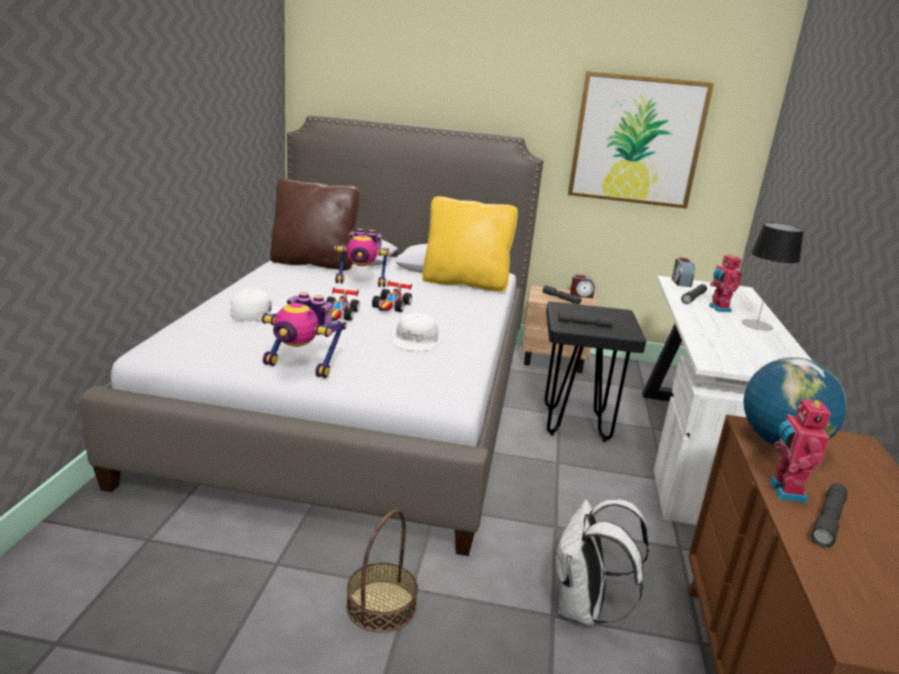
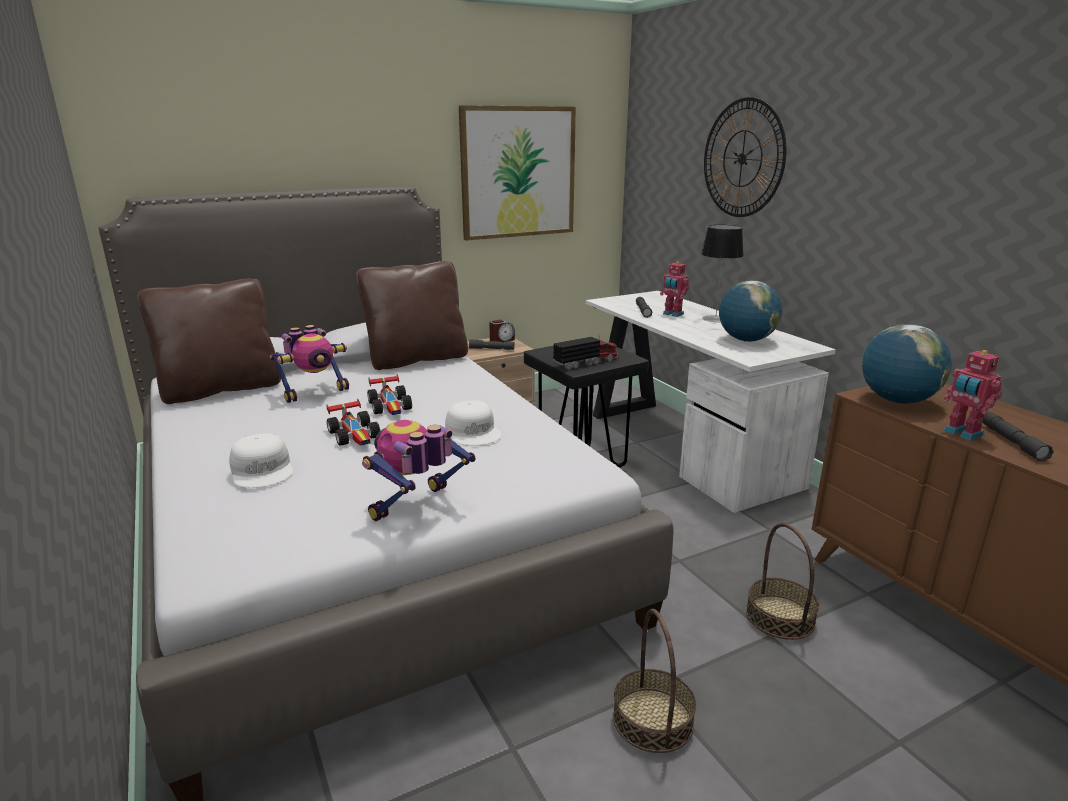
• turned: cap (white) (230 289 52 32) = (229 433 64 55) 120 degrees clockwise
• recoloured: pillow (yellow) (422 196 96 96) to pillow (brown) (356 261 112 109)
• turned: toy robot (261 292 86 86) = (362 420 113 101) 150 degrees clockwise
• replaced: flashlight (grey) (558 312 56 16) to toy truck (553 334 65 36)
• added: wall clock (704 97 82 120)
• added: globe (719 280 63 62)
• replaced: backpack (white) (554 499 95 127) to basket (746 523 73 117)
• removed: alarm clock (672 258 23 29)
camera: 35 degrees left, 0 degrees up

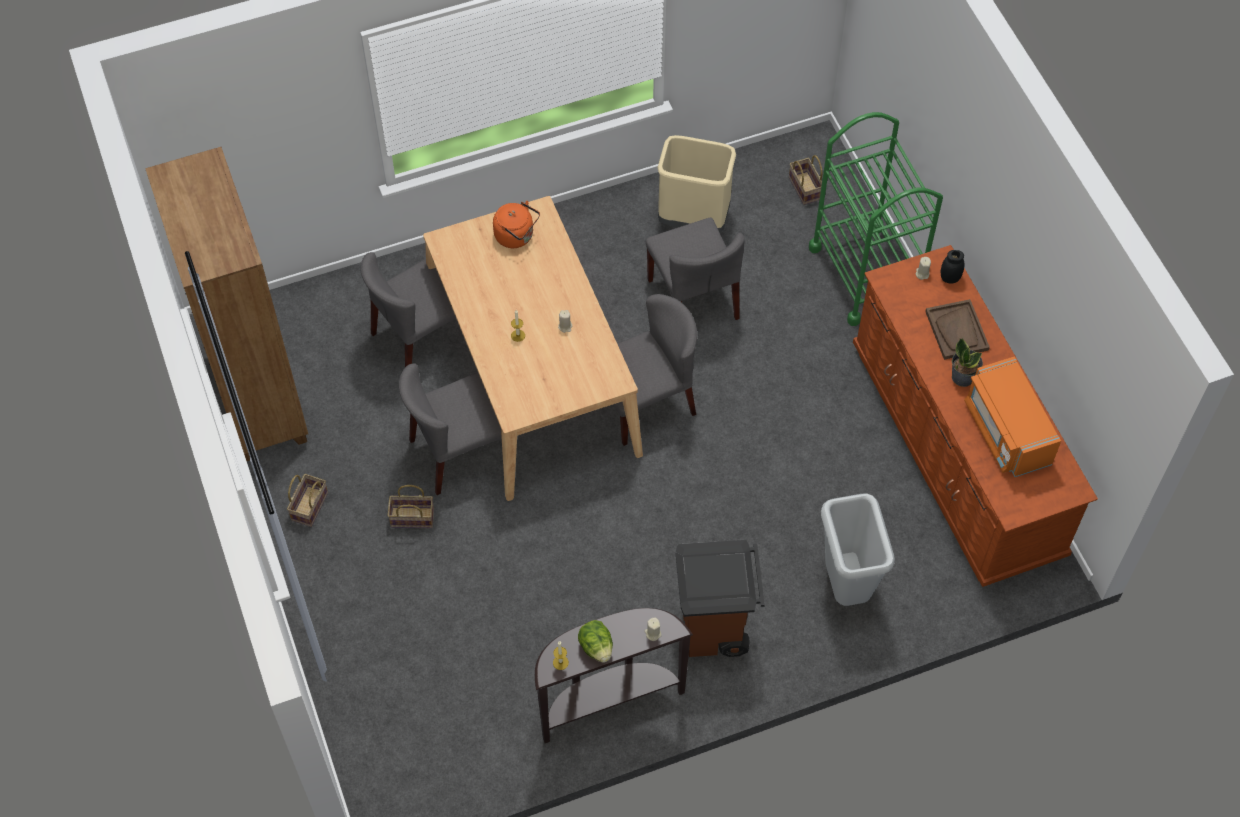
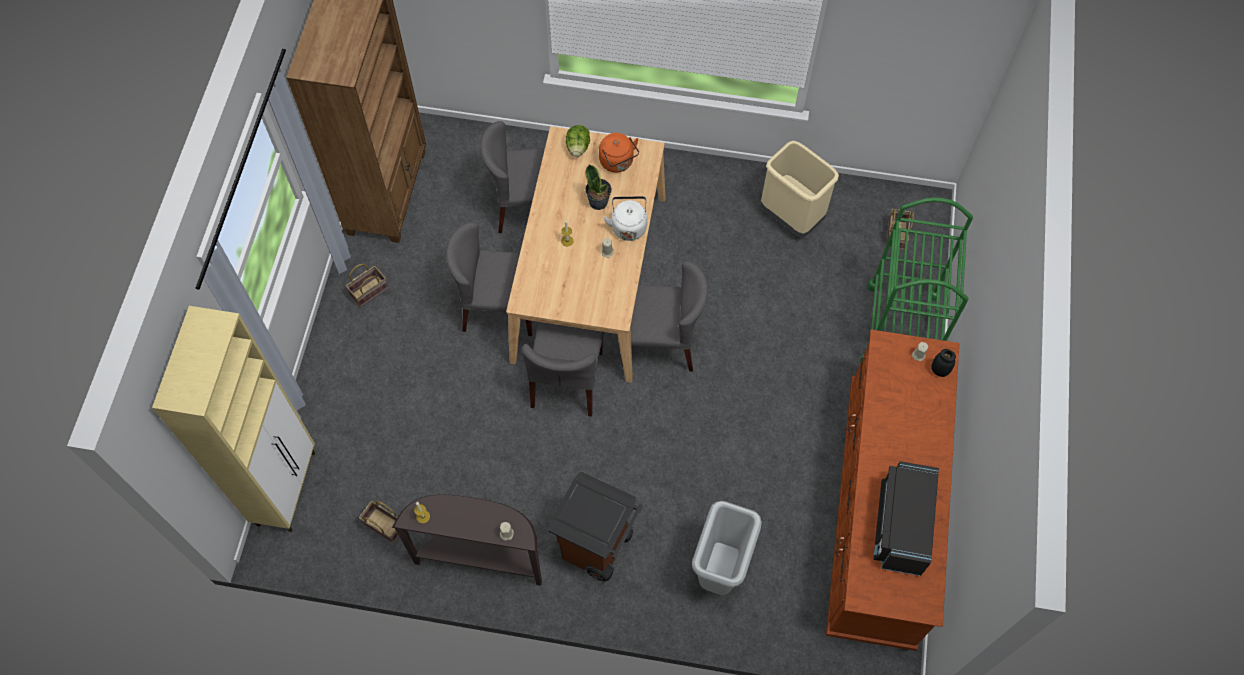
• added: cabinet (beige) (152 306 163 226)
• moved: basket (387 485 47 43) to (359 501 40 42)
• moved: chair (grey) (646 218 99 102) to (522 322 83 94)
• moved: lettuce (578 620 35 43) to (566 125 24 32)
• moved: potted plant (952 339 31 48) to (585 164 27 46)
• added: kettle (white) (604 196 43 45)
• recoloured: microwave (orange) (964 357 97 120) to microwave (black) (873 461 66 115)
• removed: tray (brown) (925 299 65 61)
camera: 30 degrees right, 5 degrees up

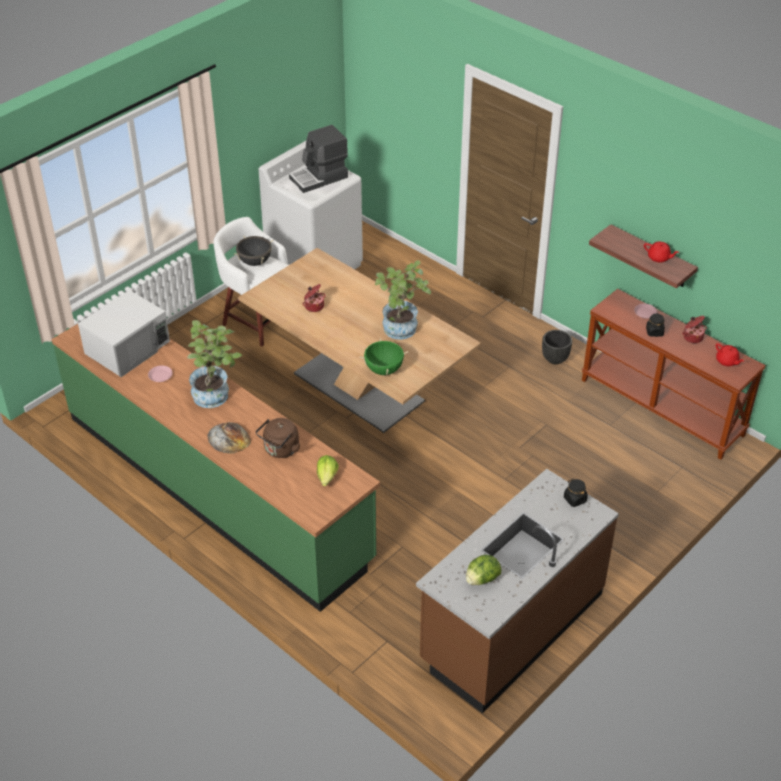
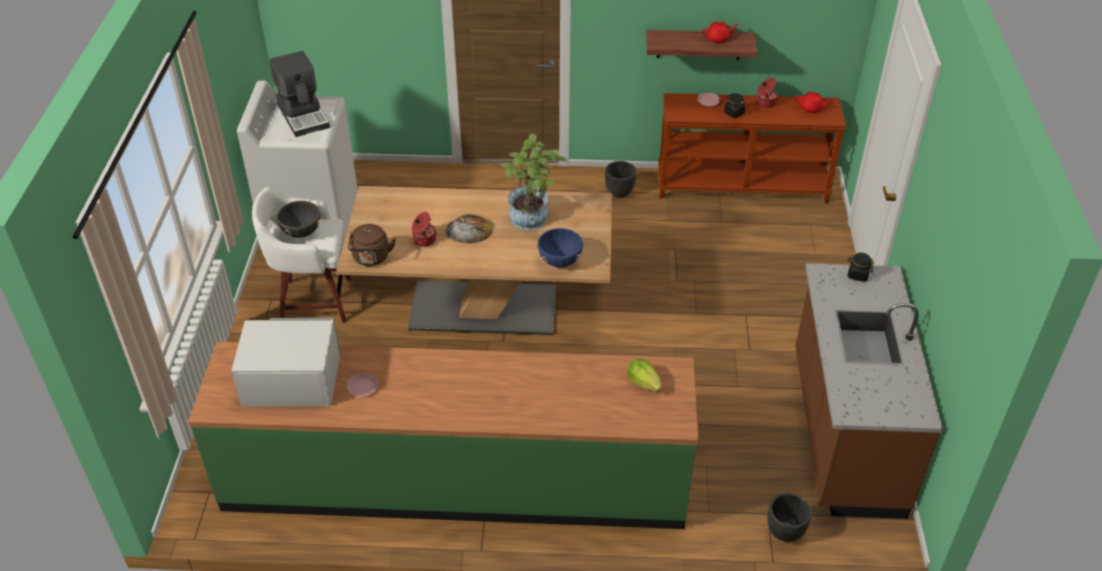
• turned: microwave (white) (78 290 92 87) = (231 318 110 89) 90 degrees counterclockwise
• turned: coffee machine (289 125 59 68) = (269 51 61 86) 45 degrees counterclockwise
• moved: kettle (brown) (256 418 44 40) to (348 224 48 42)
• moved: bread (207 422 44 32) to (445 214 48 30)
• recoloured: cooking pot (green) (360 338 48 37) to cooking pot (blue) (537 228 46 40)
• added: planter (black) (768 493 44 49)
• removed: potted plant (187 320 55 88)
• removed: lettuce (466 555 35 30)
camera: 40 degrees left, 0 degrees up

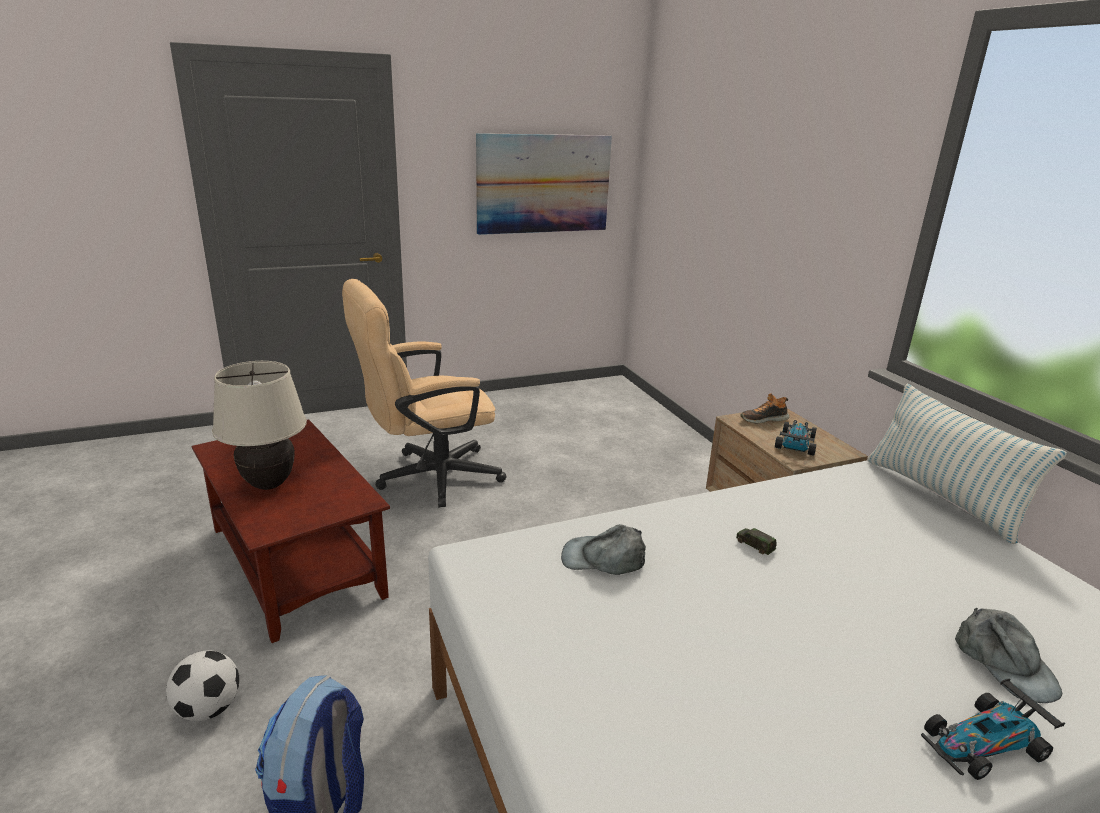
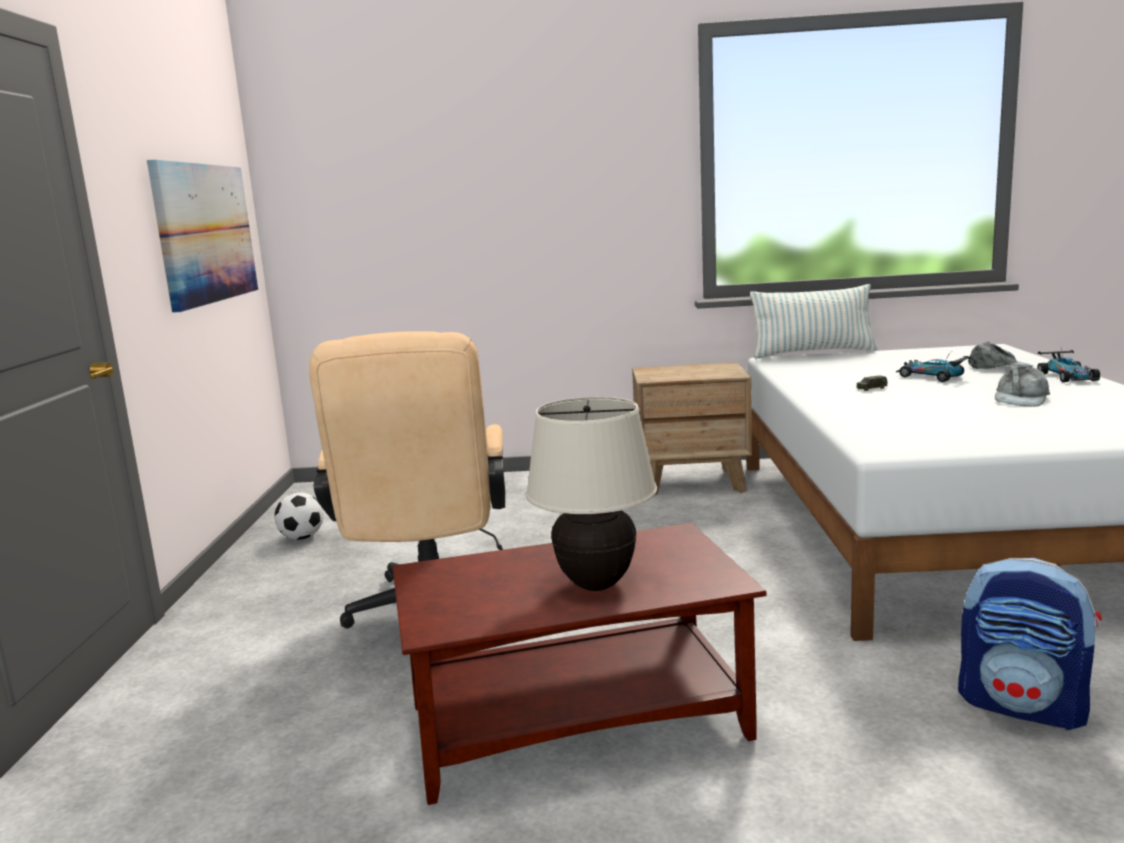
• moved: football (166 650 73 71) to (274 492 49 48)
• moved: toy car (775 420 42 36) to (896 352 74 30)
• moved: cap (grey) (561 524 85 51) to (995 365 55 42)
• removed: shoe (740 393 49 31)
camera: 65 degrees left, 10 degrees down

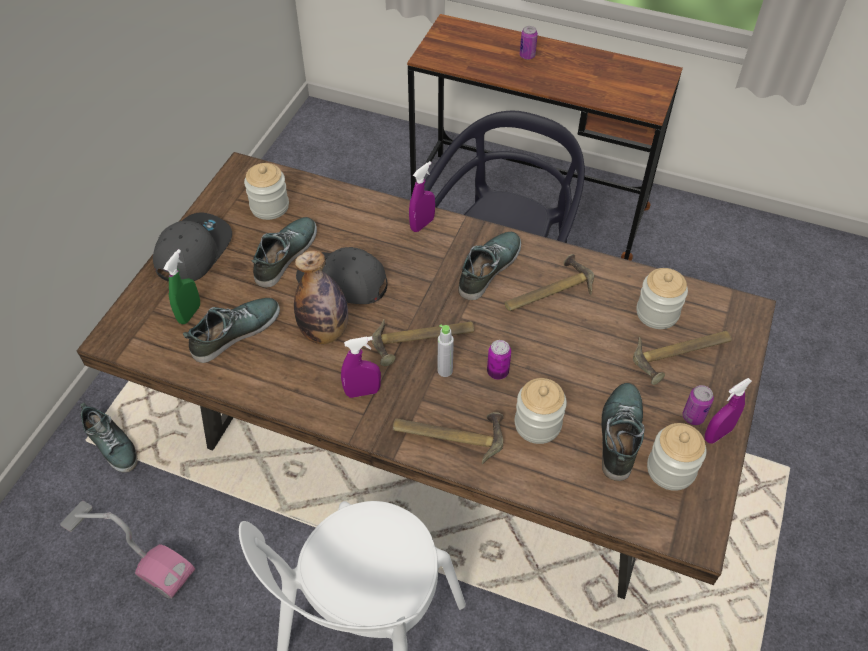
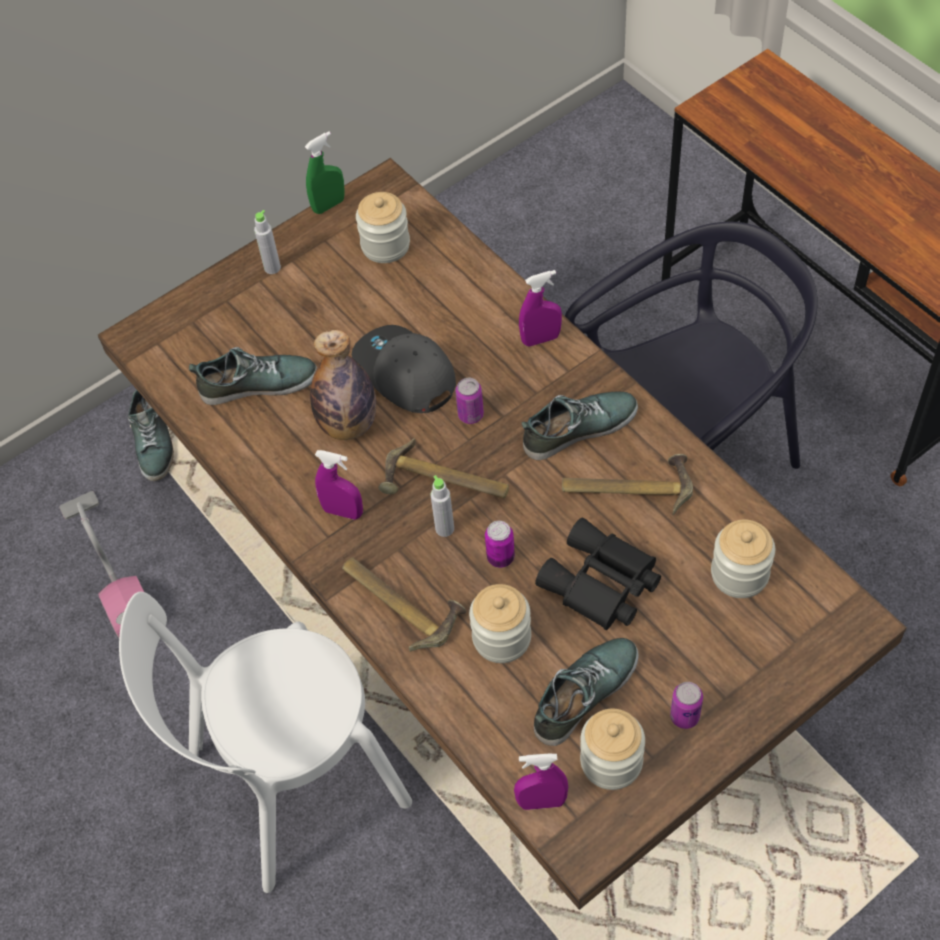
• replaced: cap (grey) (153 213 79 69) to bottle (grey) (254 210 27 64)
• moved: spray bottle (green) (164 249 36 75) to (305 131 40 83)
• moved: can (520 26 18 34) to (455 378 29 46)
• moved: spray bottle (purple) (705 378 47 66) to (514 754 54 56)
• added: binoculars (black) (535 518 126 112)
• removed: shoe (252 217 65 71)
• removed: hammer (633 331 99 54)
camera: 35 degrees right, 5 degrees up

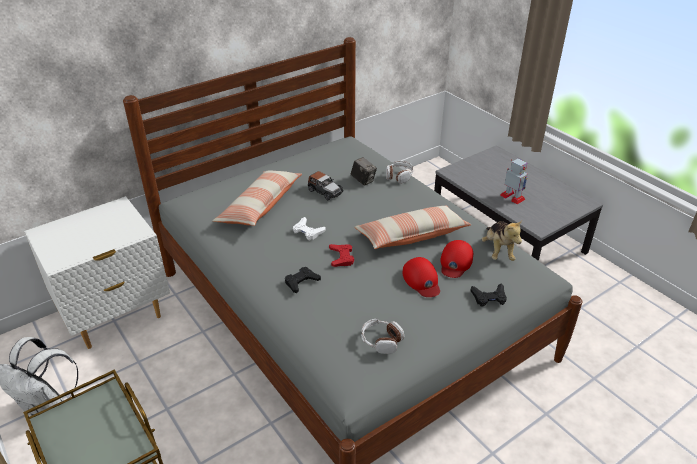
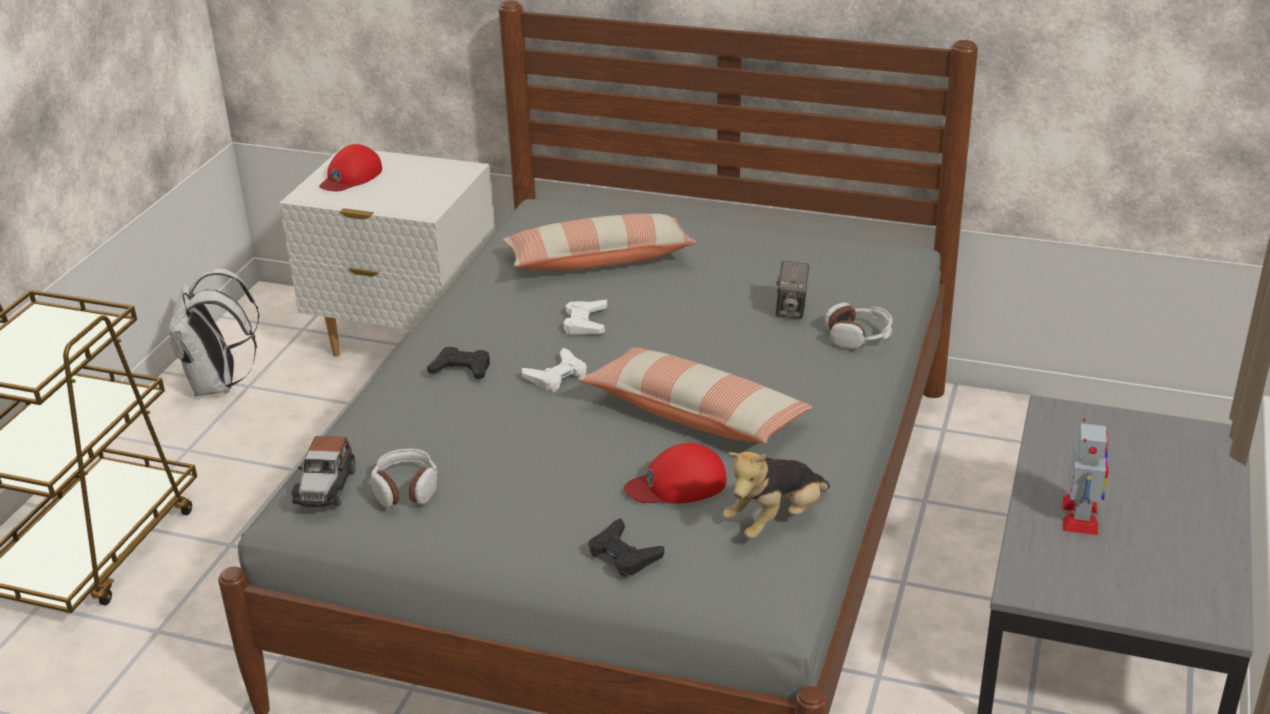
• moved: toy car (308 171 36 29) to (291 436 65 71)
• moved: cap (red) (403 257 37 40) to (319 144 63 47)
• recoloured: game controller (red) (329 244 25 23) to game controller (white) (522 348 65 44)
camera: 55 degrees right, 5 degrees down

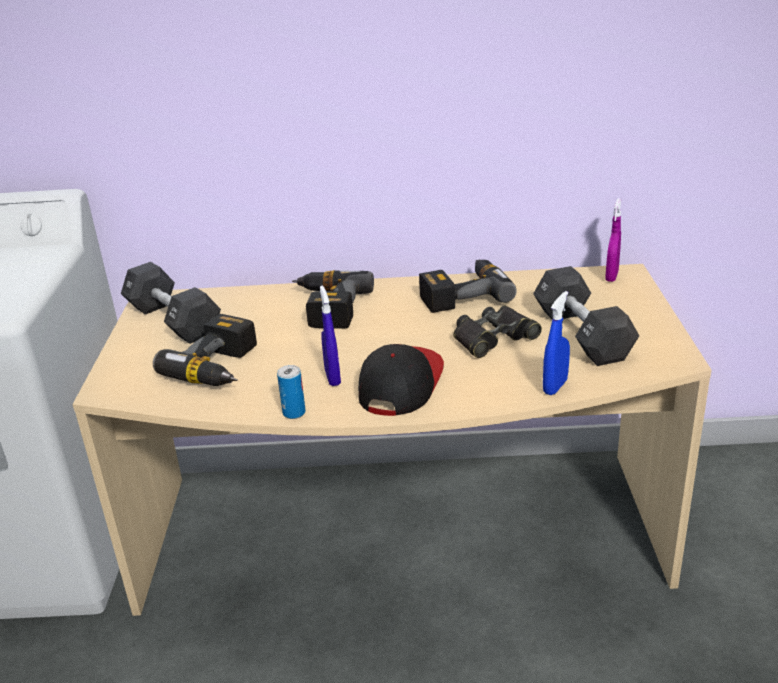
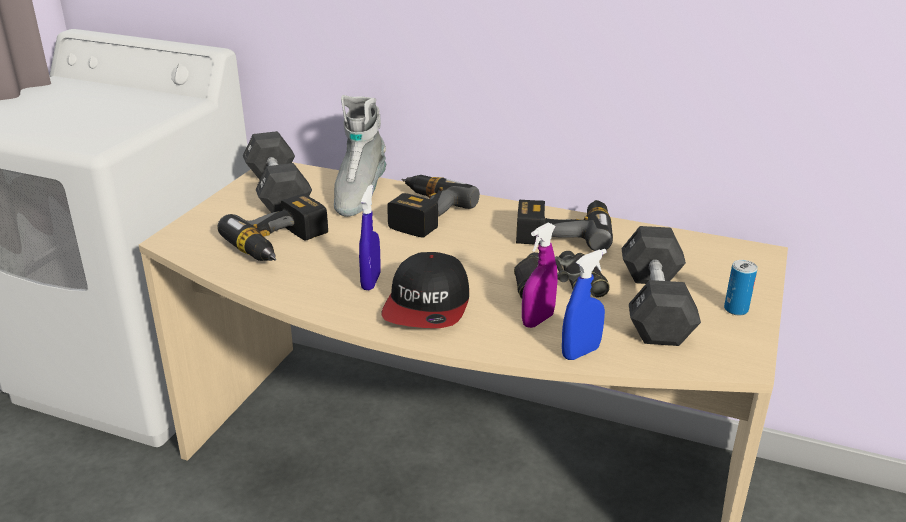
• added: boot (grey) (334 95 52 122)
• turned: cap (358 344 86 72) = (381 252 88 76) 150 degrees clockwise
• moved: spray bottle (purple) (605 199 16 83) to (522 223 36 105)
• moved: can (277 365 29 54) to (724 260 33 56)
camera: 20 degrees right, 0 degrees up

